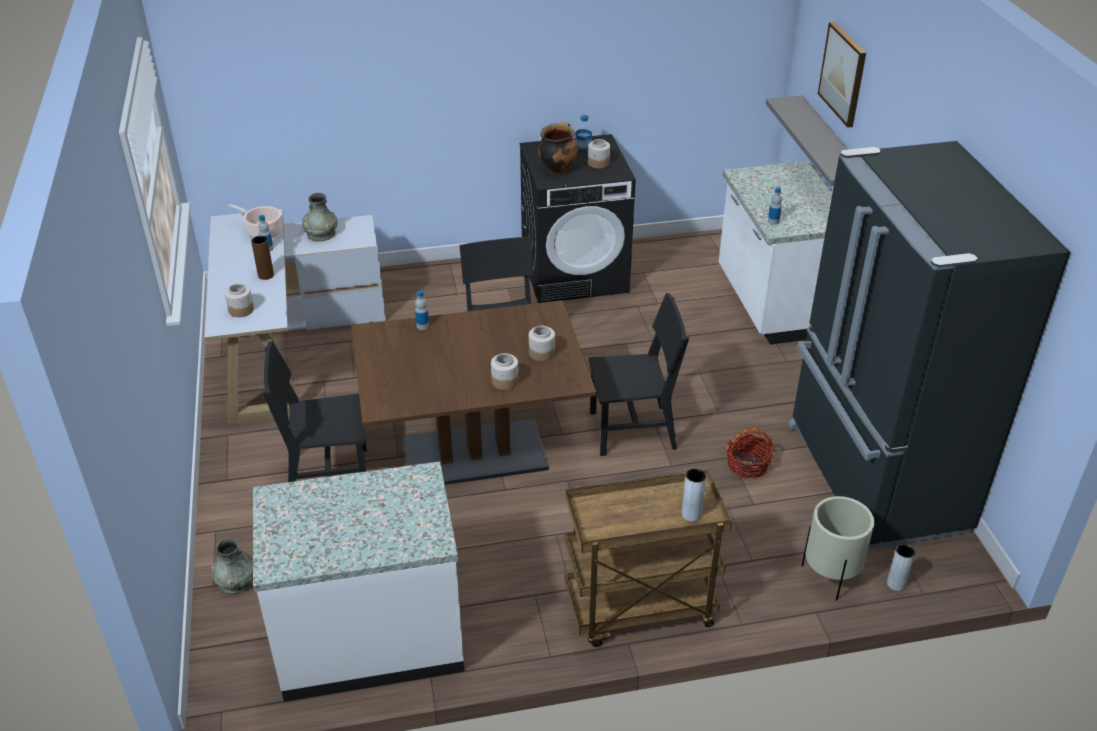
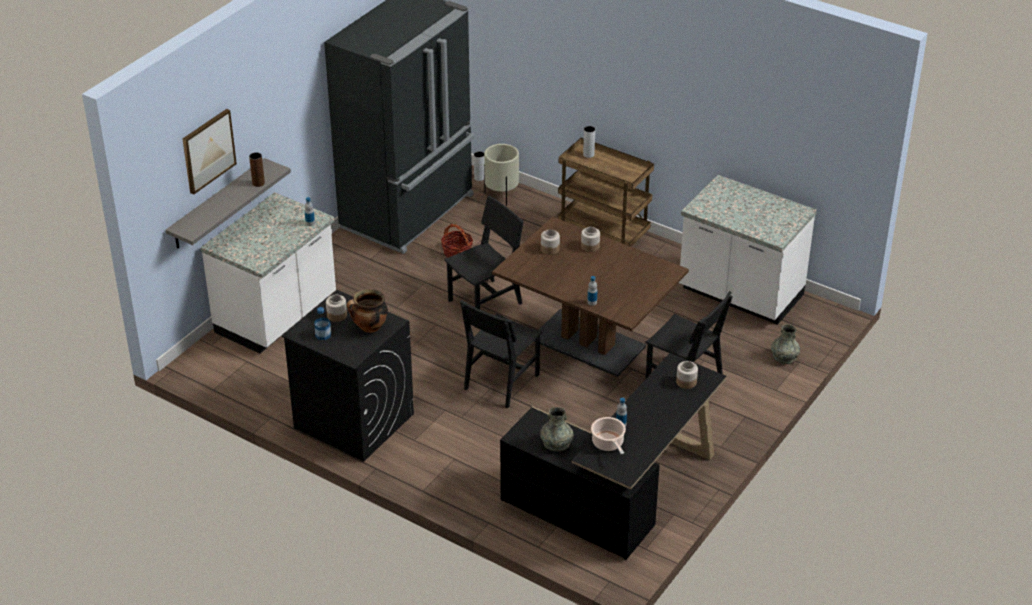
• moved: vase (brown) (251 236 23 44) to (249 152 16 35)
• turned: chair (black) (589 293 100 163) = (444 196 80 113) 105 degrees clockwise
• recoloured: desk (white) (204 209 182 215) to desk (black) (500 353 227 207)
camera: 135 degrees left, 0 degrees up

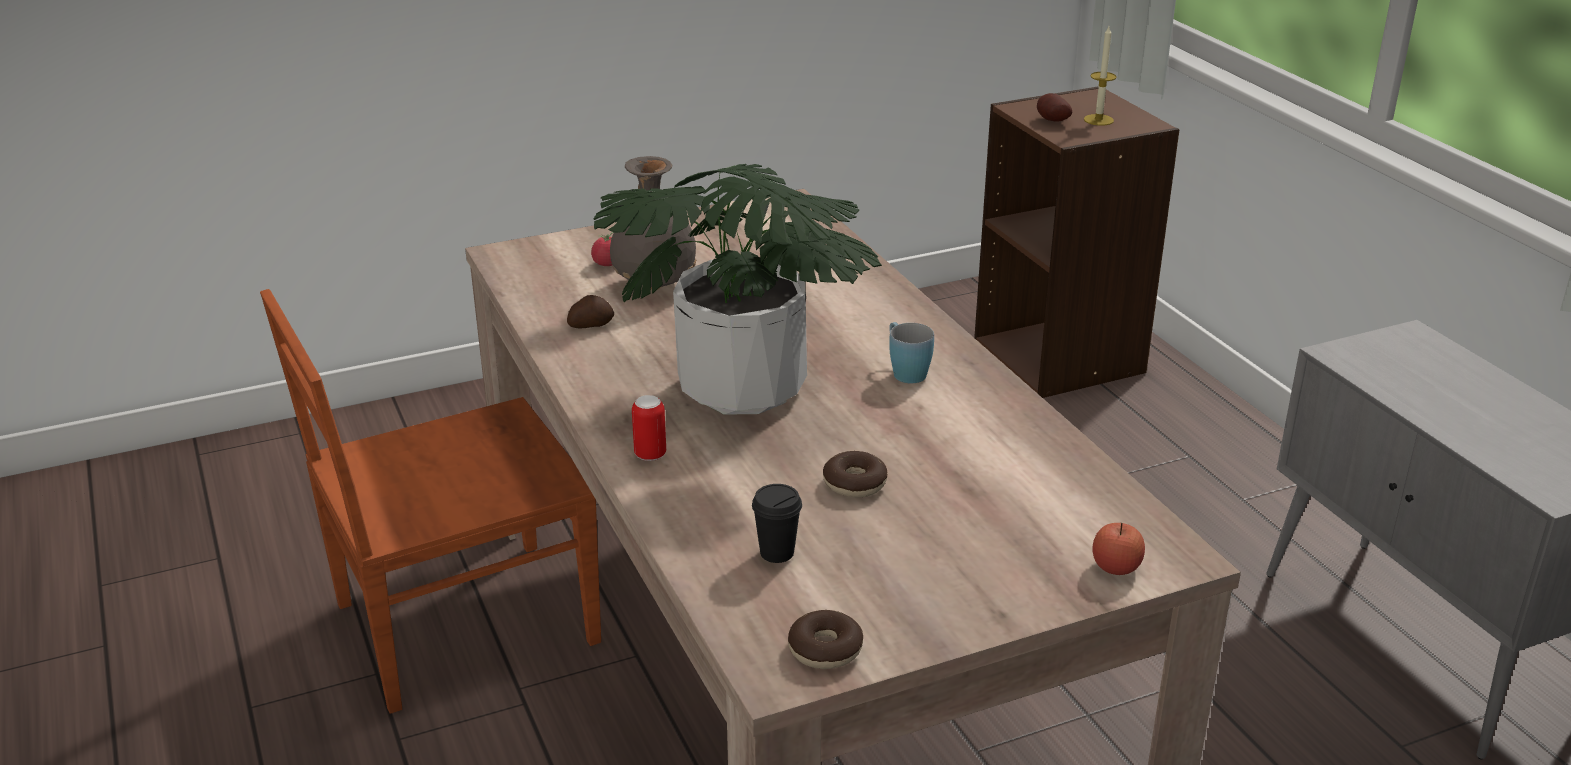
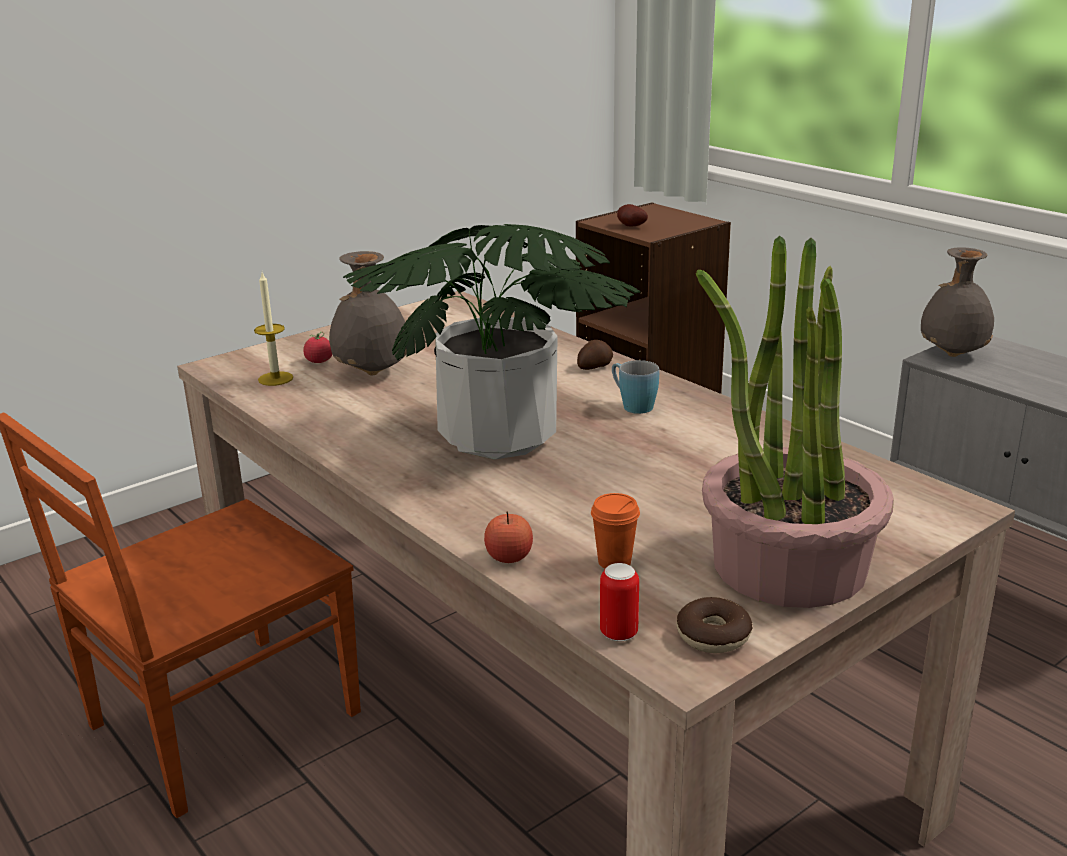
• moved: candle (1084 27 33 99) to (254 272 39 114)
• moved: apple (1092 523 53 52) to (484 512 49 51)
• moved: potato (567 295 47 33) to (577 340 36 30)
• recoloured: cup (black) (752 484 50 79) to cup (orange) (591 493 49 76)
• moved: can (632 395 34 66) to (600 563 39 78)
• added: potted plant (696 236 198 372)
• added: vase (grey) (921 247 73 110)
• removed: donut (823 451 64 46)
camera: 15 degrees left, 5 degrees down

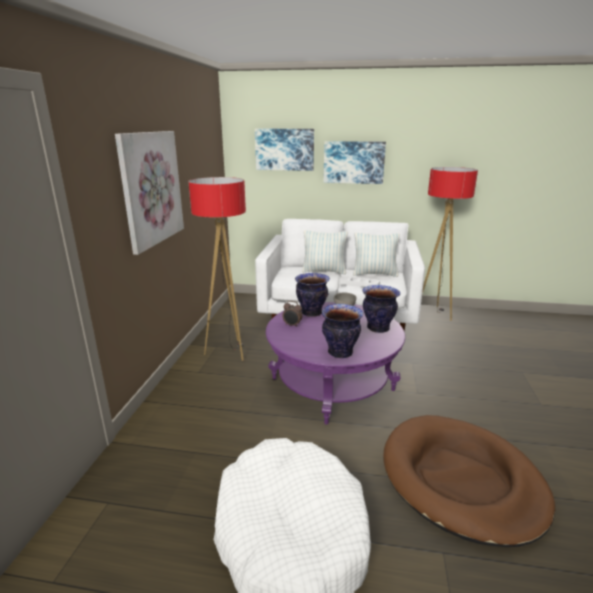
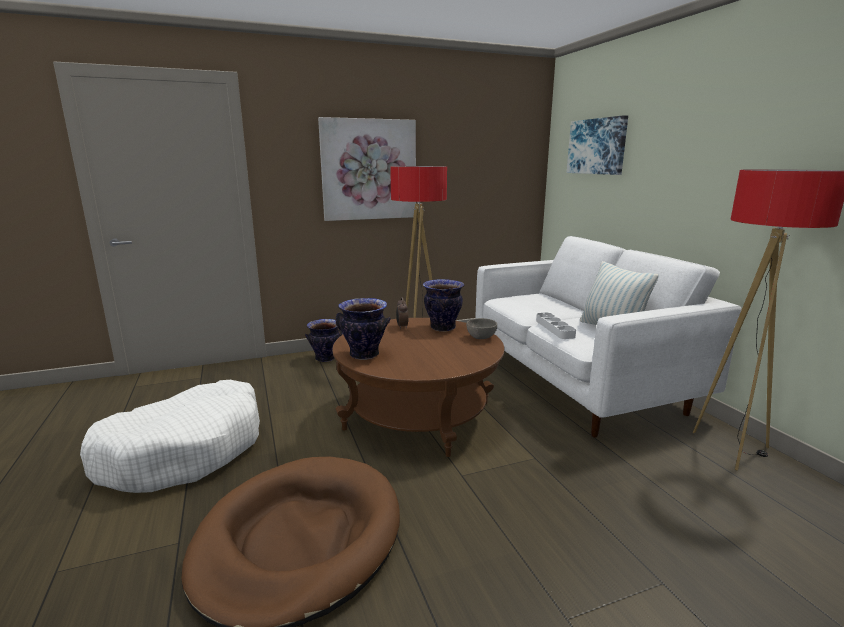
• moved: vase (362 285 38 48) to (305 319 38 43)
• recoloured: coffee table (purple) (266 302 139 123) to coffee table (brown) (332 318 173 139)
• removed: pillow (302 230 46 44)
• removed: picture (323 141 63 43)
camera: 60 degrees right, 5 degrees down

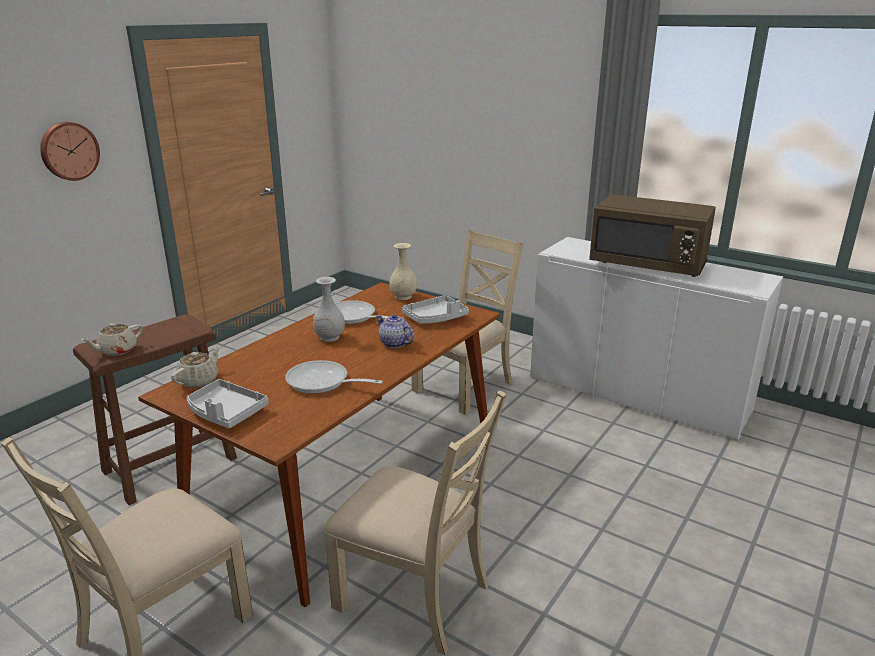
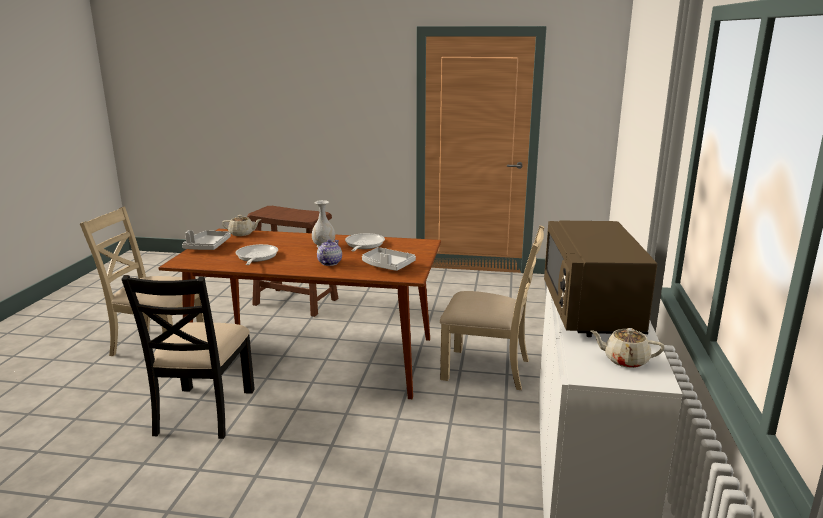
• recoloured: chair (beige) (324 390 183 265) to chair (black) (121 275 134 164)
• moved: teapot (beige) (82 323 61 33) to (591 328 74 40)
• removed: wall clock (40 122 60 59)
• removed: vase (beige) (389 243 28 57)
camera: 65 degrees right, 5 degrees down

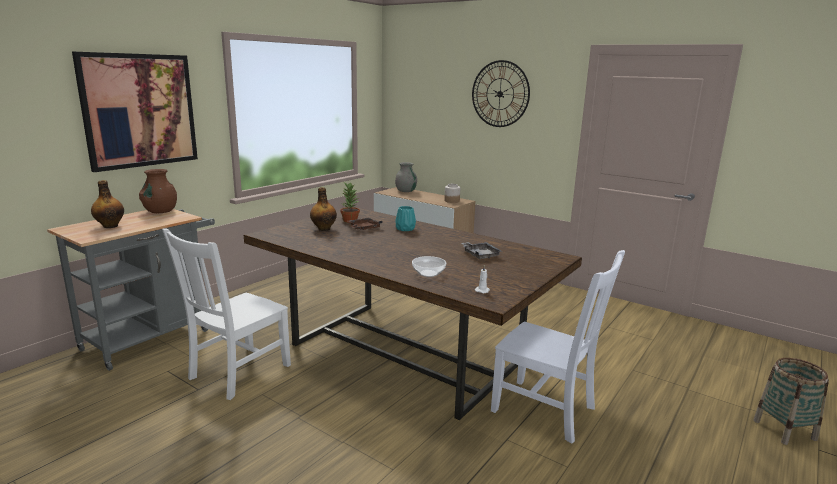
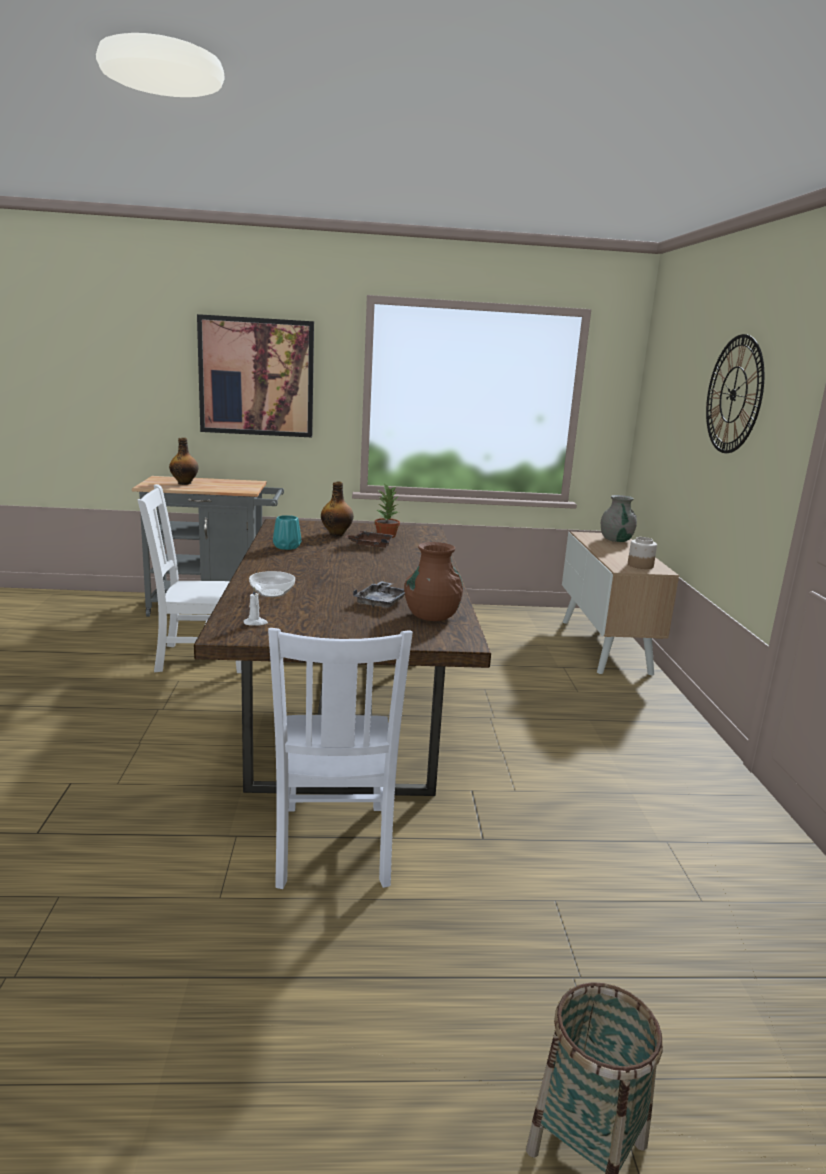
• moved: vase (turquoise) (395 206 21 25) to (273 515 28 35)
• moved: vase (brown) (139 169 38 44) to (404 542 59 79)
camera: 50 degrees right, 0 degrees up

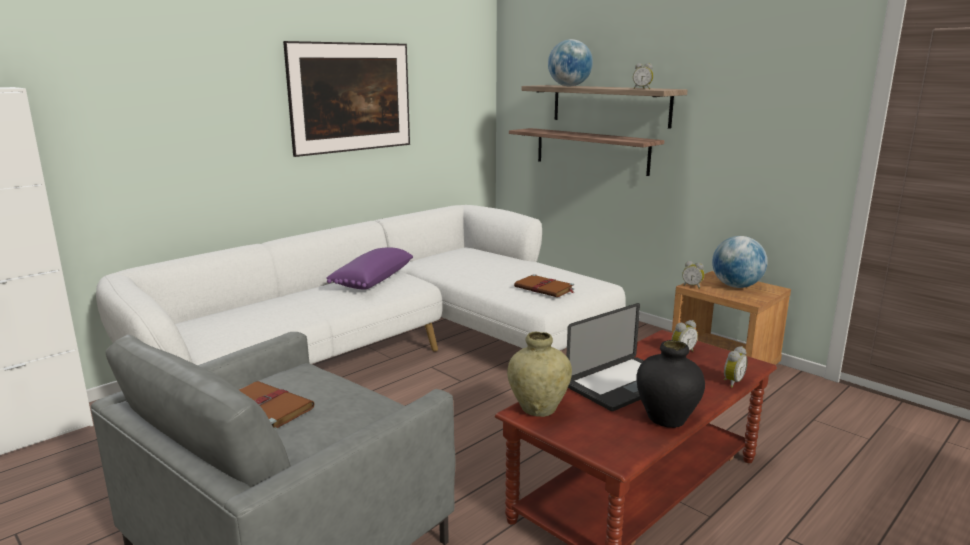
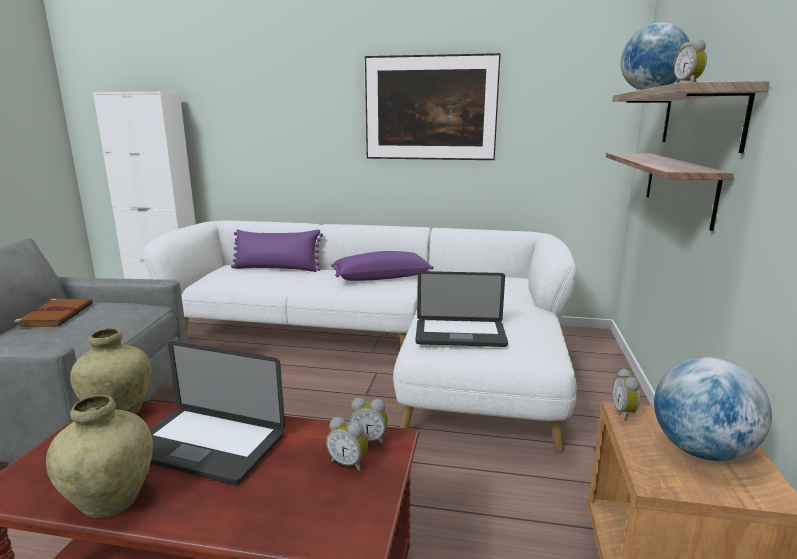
• recoloured: vase (black) (636 340 69 88) to vase (beige) (46 395 107 123)
• added: pillow (purple) (231 229 92 43)
• moved: alarm clock (724 346 24 42) to (349 398 39 47)
• replaced: book (brown) (514 274 60 23) to laptop (415 271 93 76)
camera: 55 degrees right, 0 degrees up

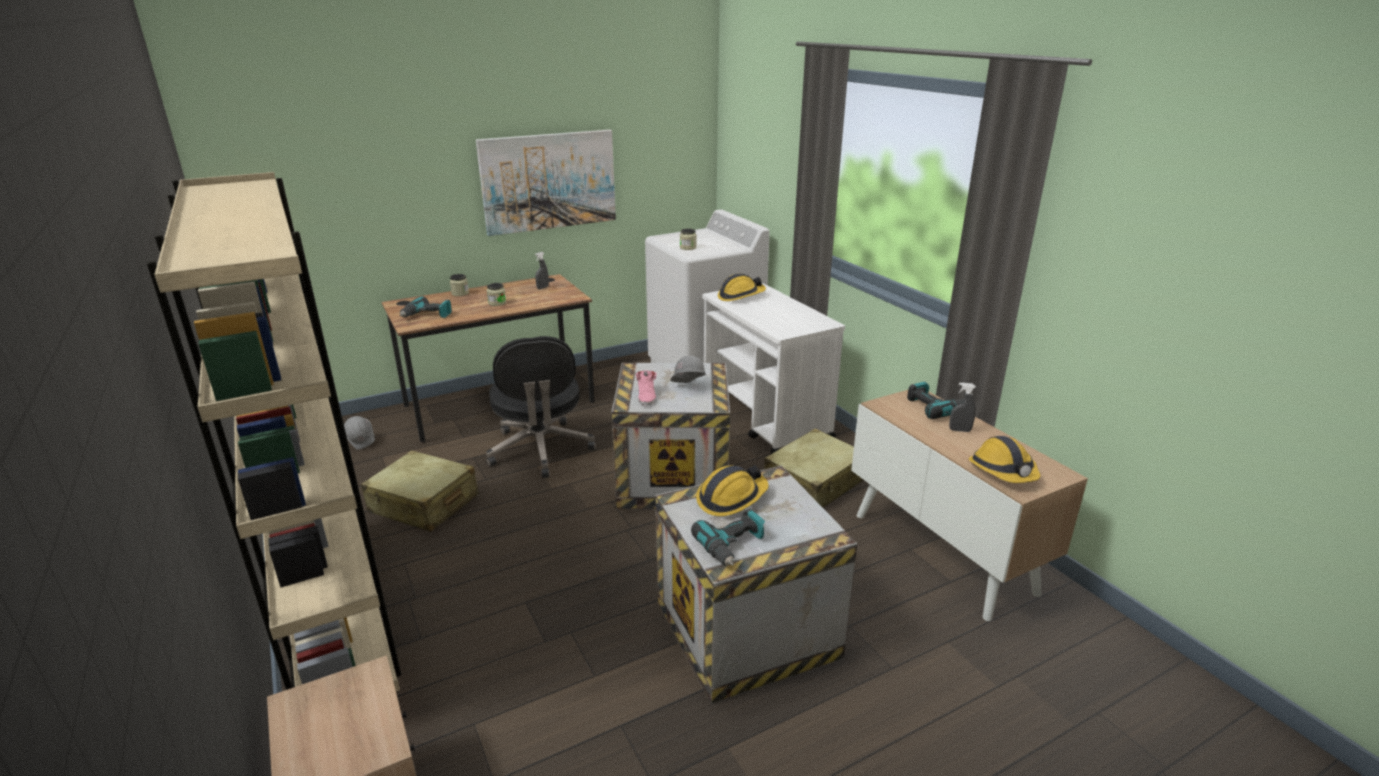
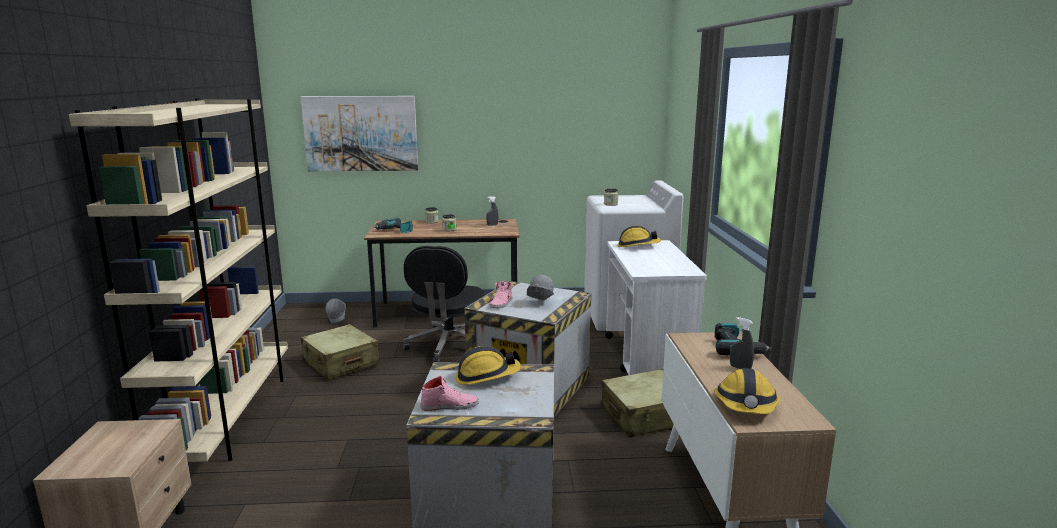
• moved: picture (476 130 140 106) to (301 96 117 75)
• replaced: power drill (691 508 74 58) to shoe (pink) (420 375 59 36)
camera: 25 degrees right, 10 degrees down

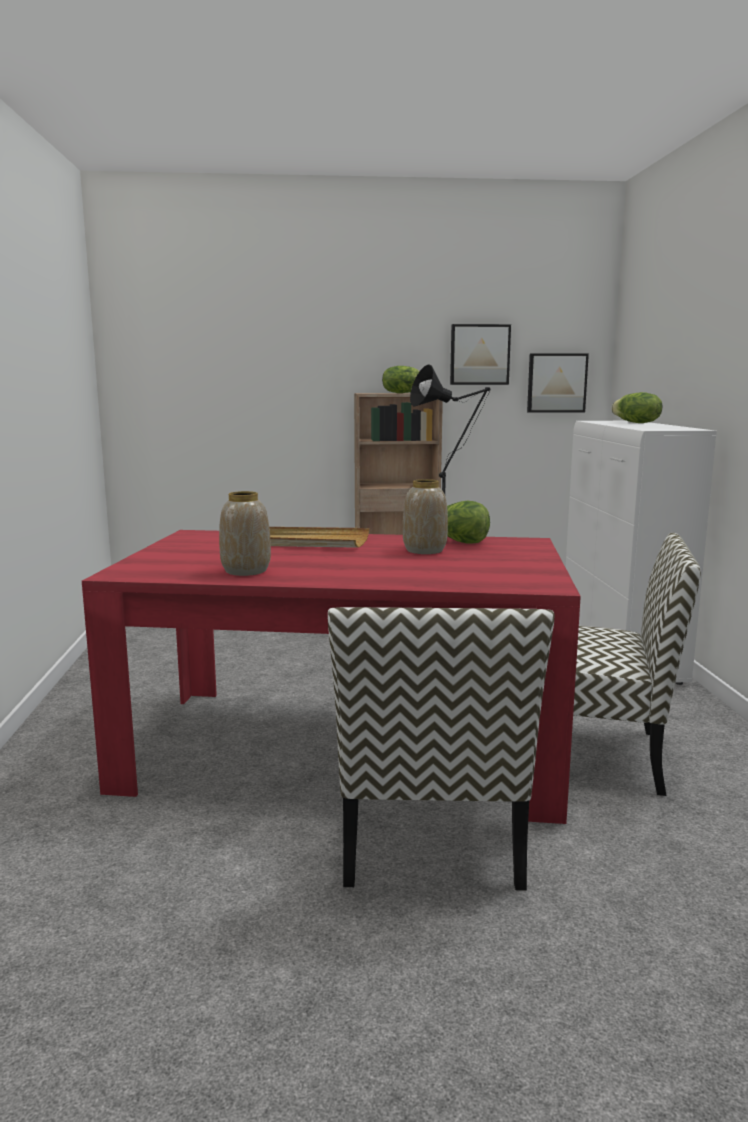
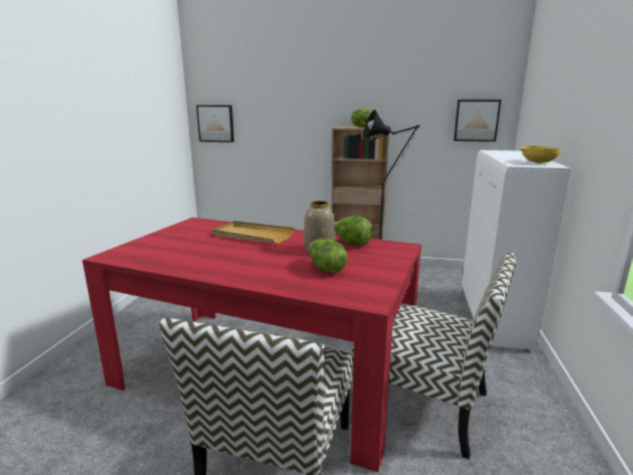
• moved: picture (450 324 61 61) to (196 105 38 37)
• moved: lettuce (611 392 52 31) to (309 238 39 35)
• added: bowl (yellow) (520 145 41 18)
• removed: vase (219 491 52 85)
camera: 15 degrees right, 5 degrees up

